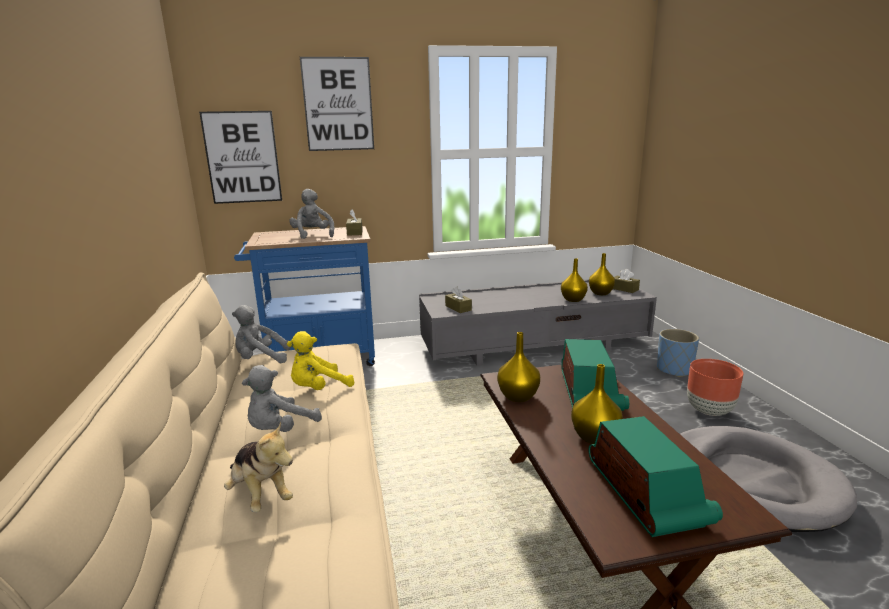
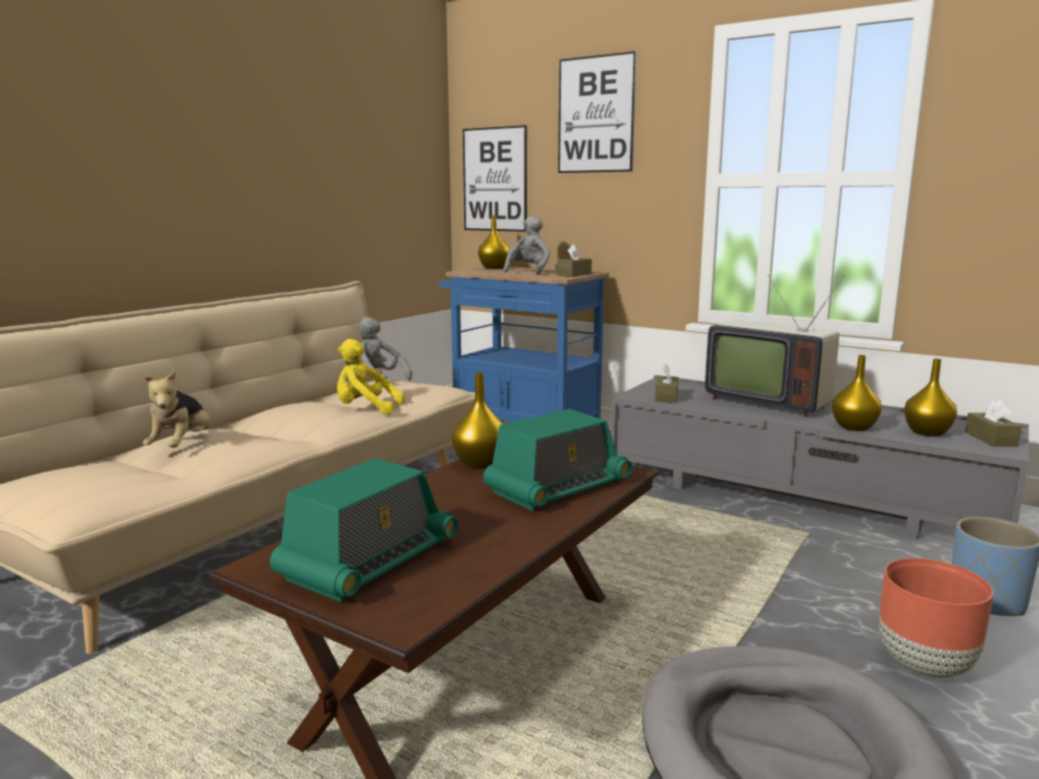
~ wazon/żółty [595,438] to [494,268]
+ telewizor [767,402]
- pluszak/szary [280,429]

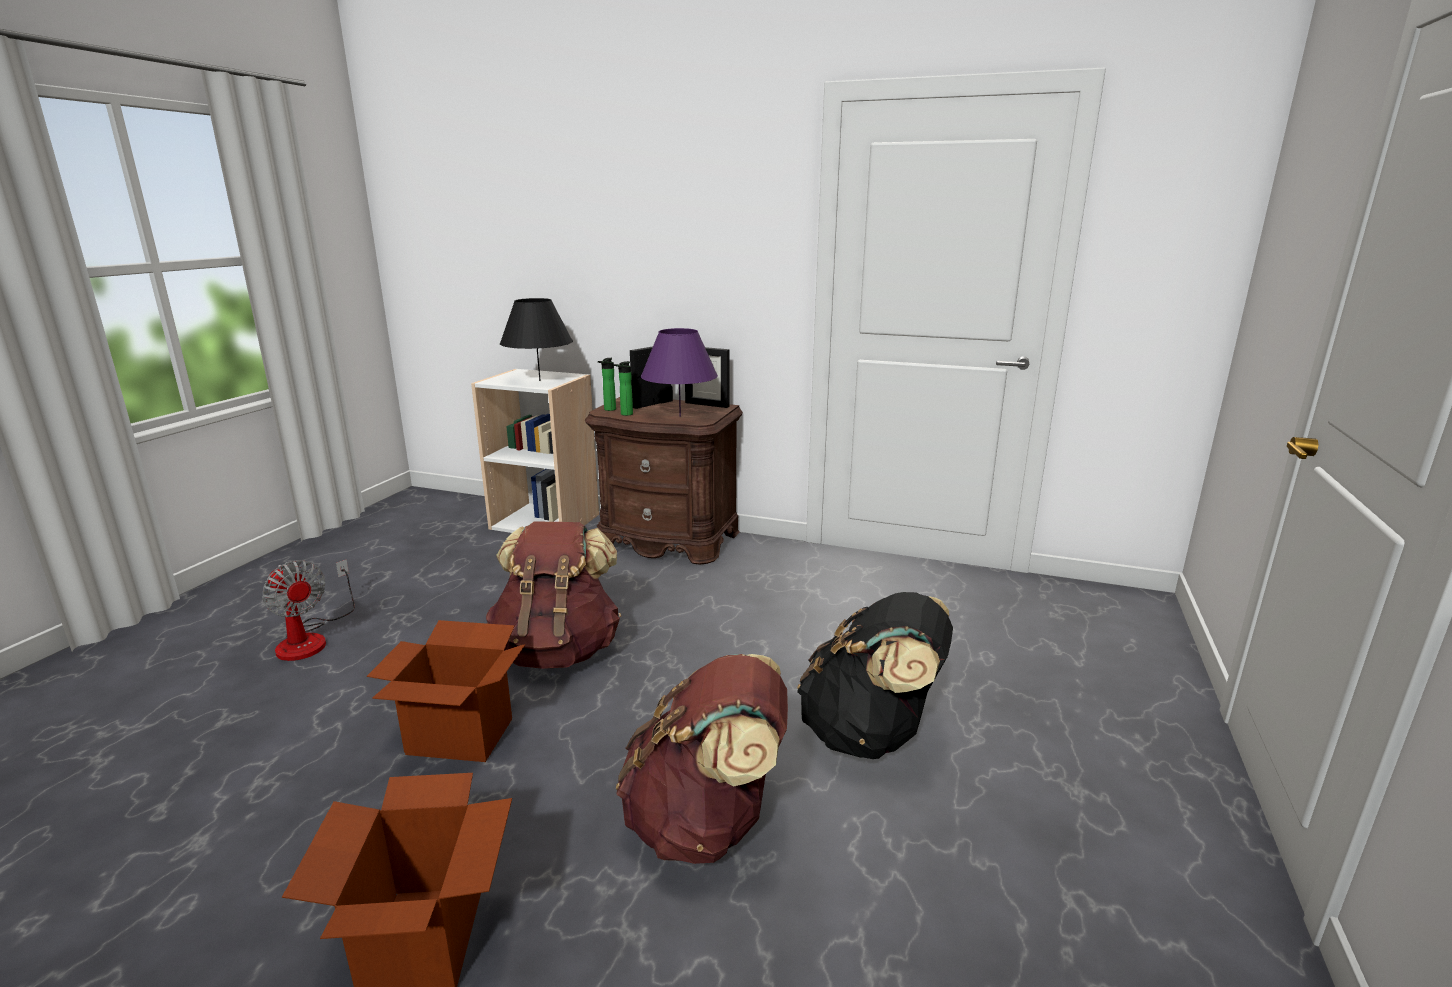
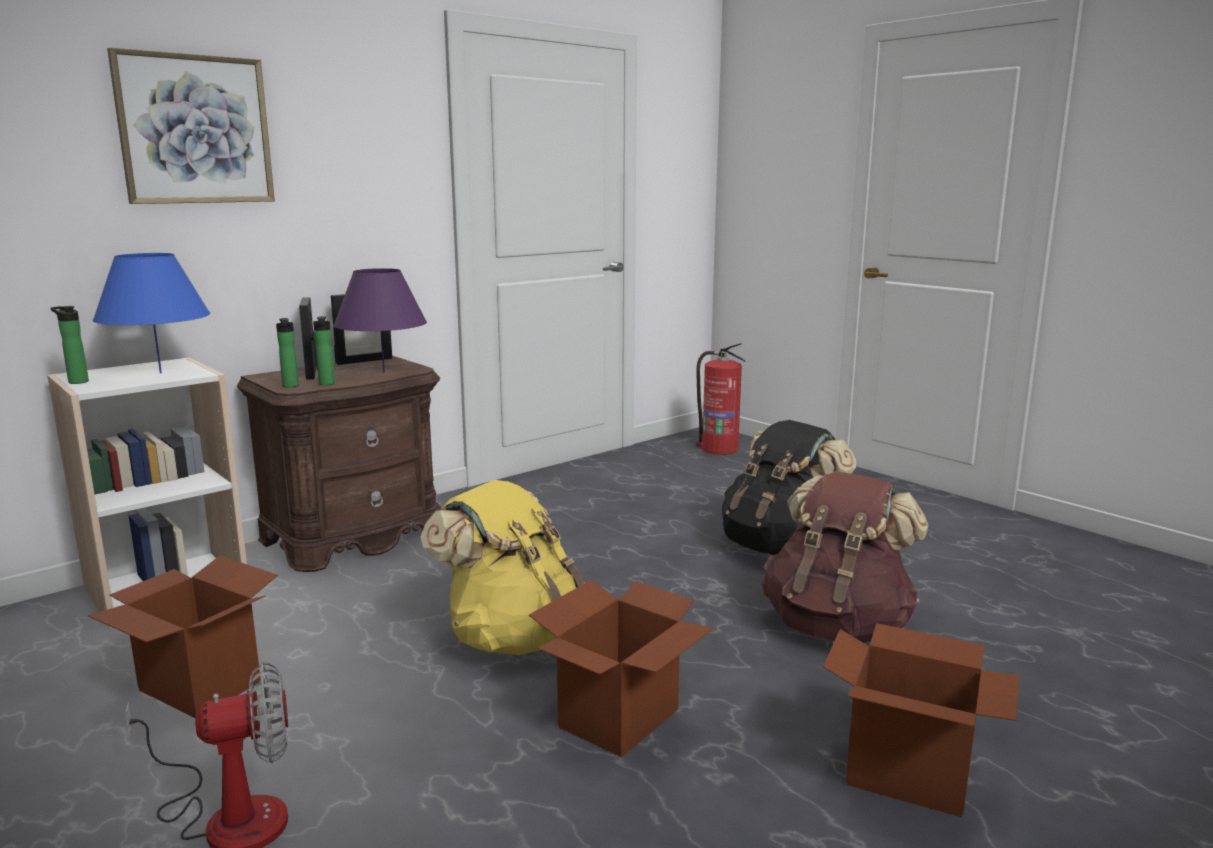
+ butelka [76,382]
+ karton [199,686]
~ lampa stołowa/czarny [540,380] to lampa stołowa/niebieski [160,373]
+ obraz [195,130]
~ plecak/brązowy [558,651] to plecak/żółty [513,637]
+ gaśnica [718,448]

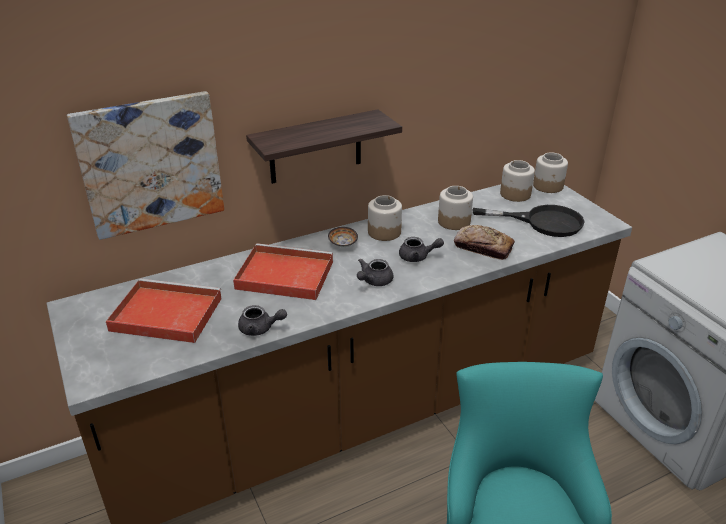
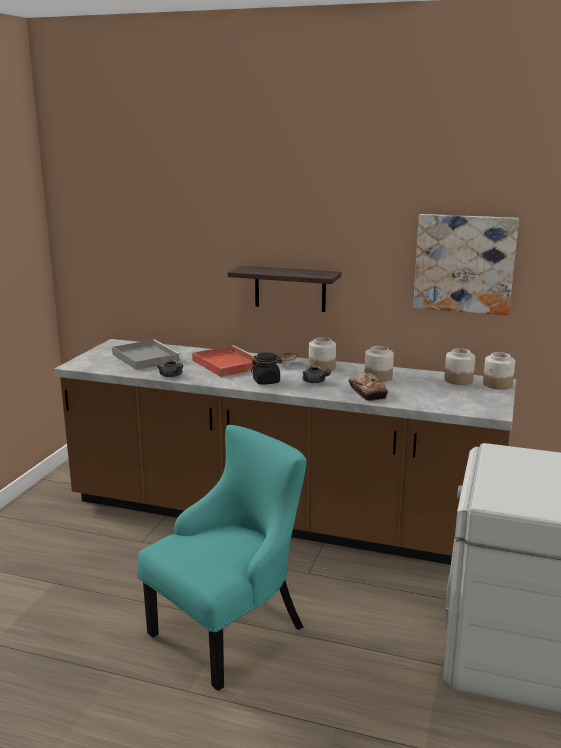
~ taca/czerwony [164,314] to taca/szary [144,357]
~ imbryk/szary [374,281] to słoik/czarny [266,381]
~ obraz [150,164] to [464,263]
- patelnia/czarny [542,222]

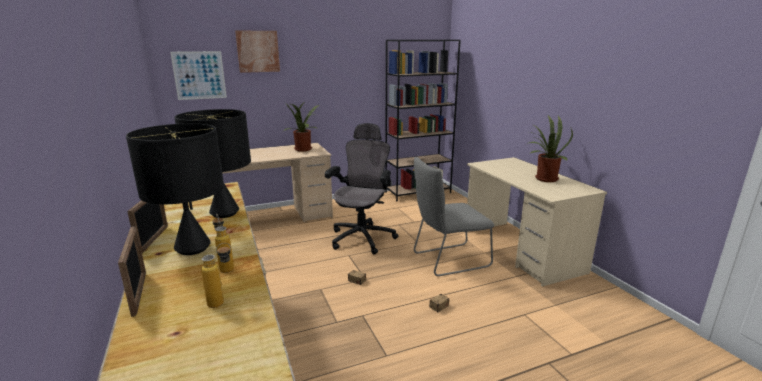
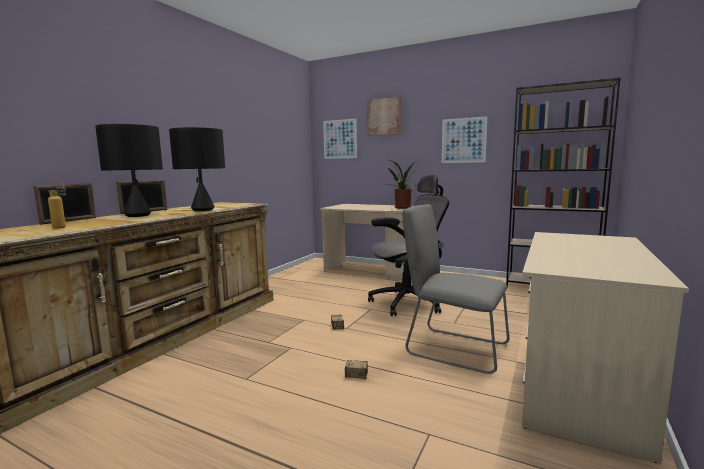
+ obraz [463,140]
- butelka [225,267]
- roślina doniczkowa [543,179]

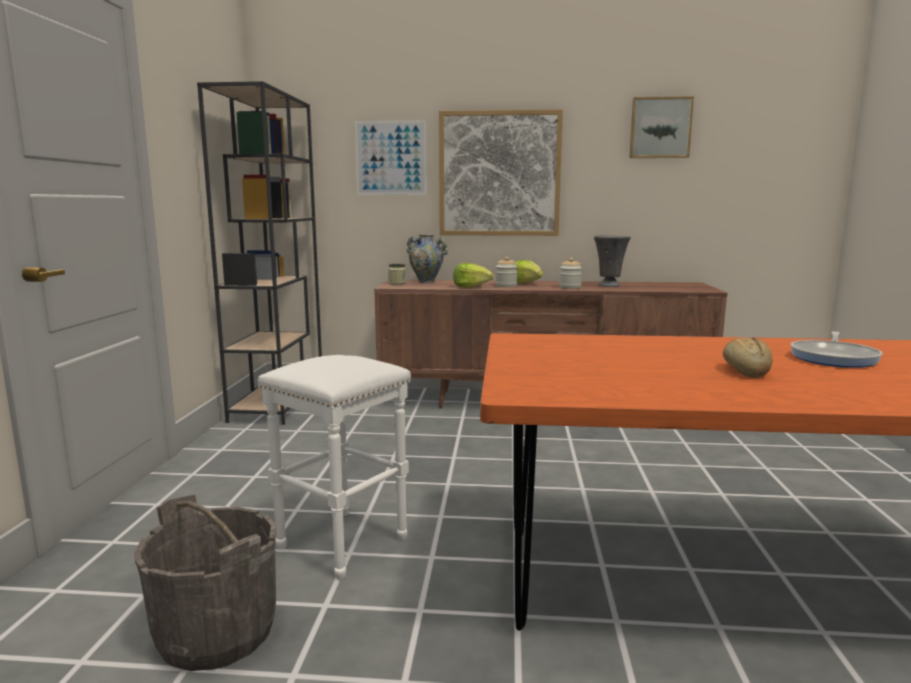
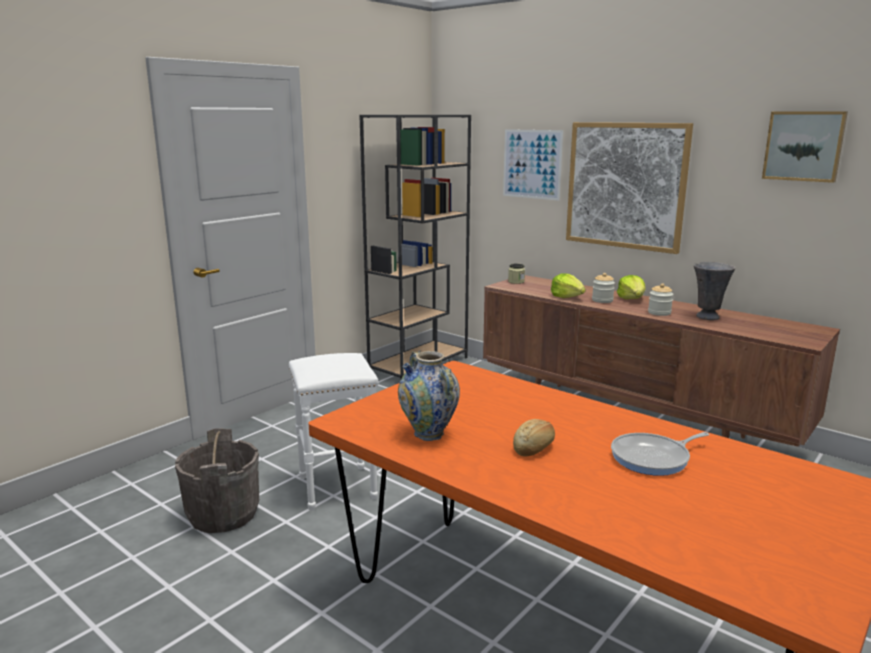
~ wazon [426,281] to [429,434]

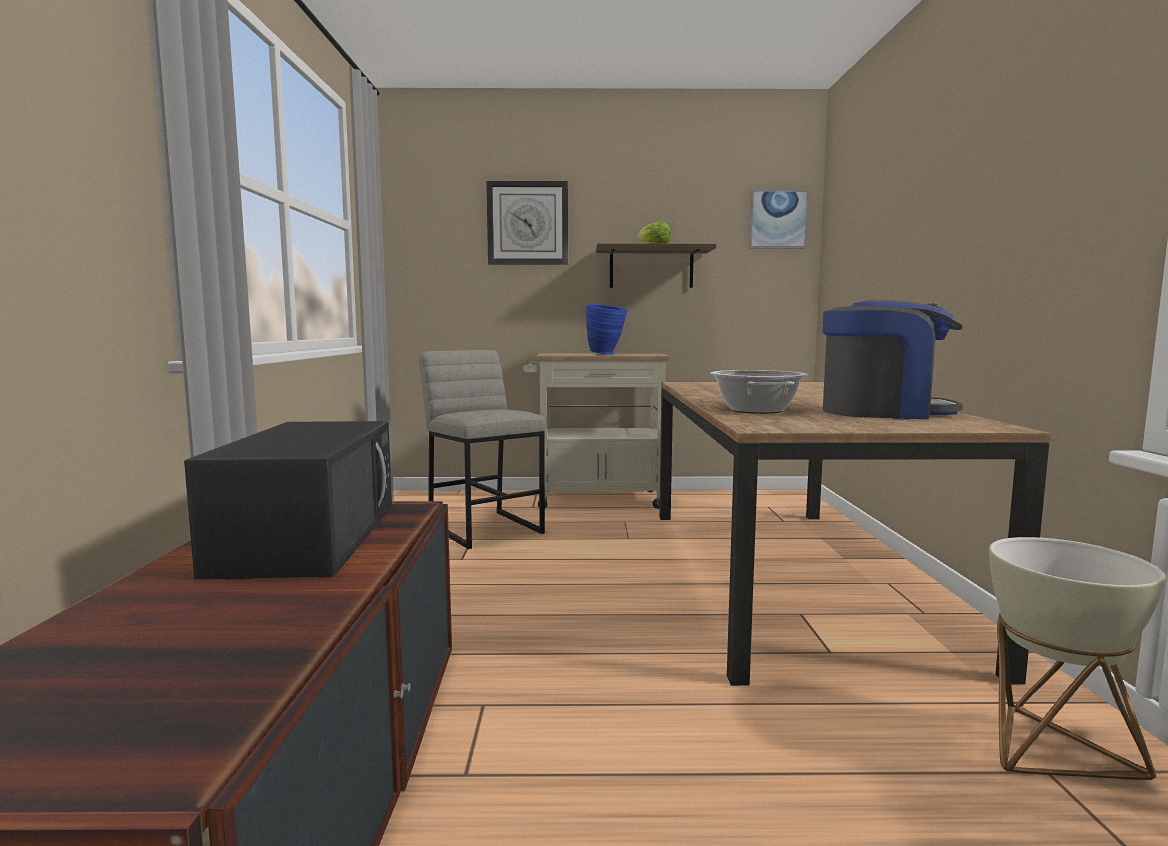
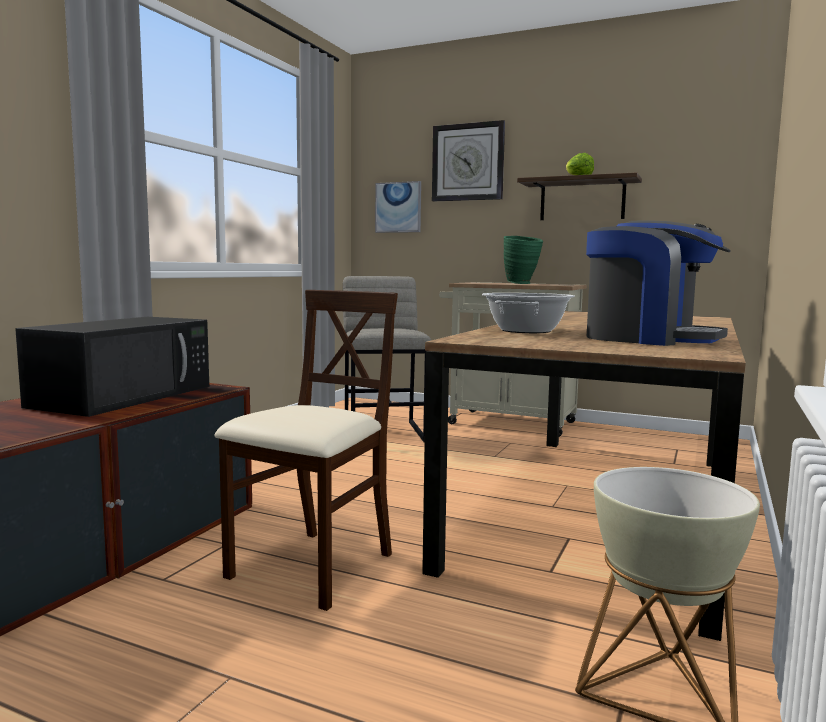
+ krzesło/beżowy [313,567]
~ obraz [777,219] to [398,207]
~ wazon/niebieski [606,354] to wazon/zielony [522,283]

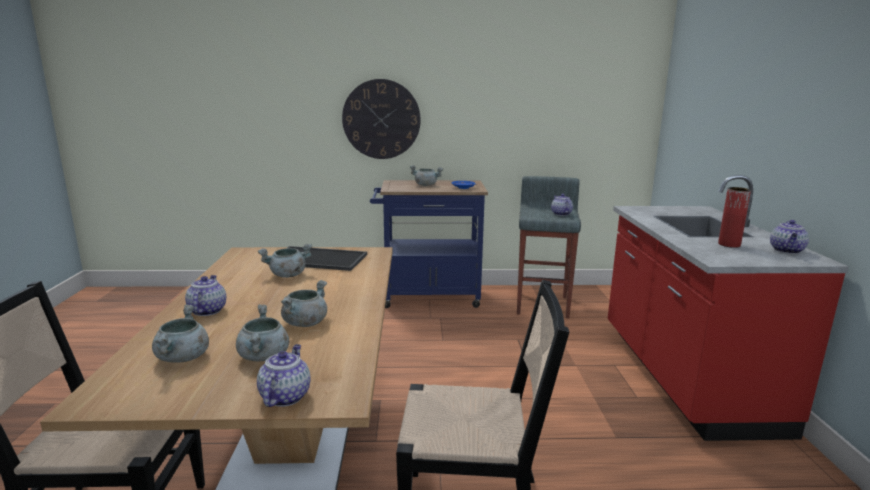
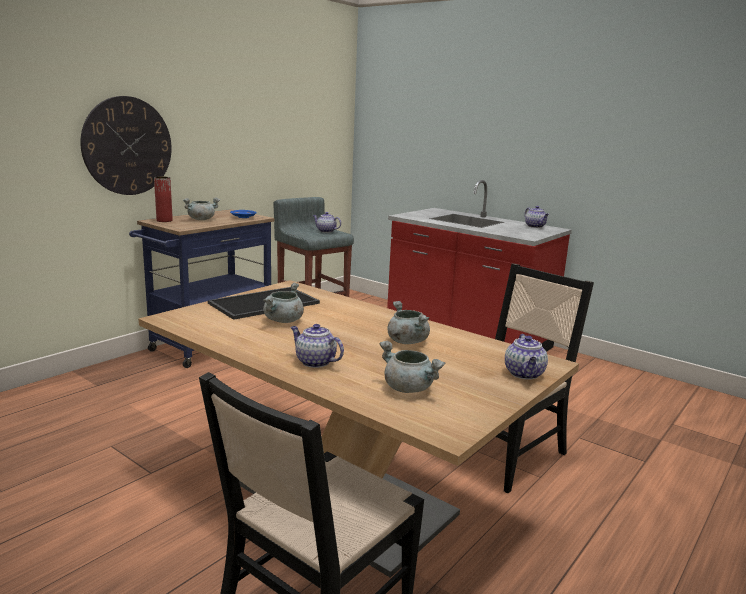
~ wazon/czerwony [729,244] to [164,220]
~ imbryk [285,396] = [524,374] 135 degrees counterclockwise
- garnek/szary [264,357]

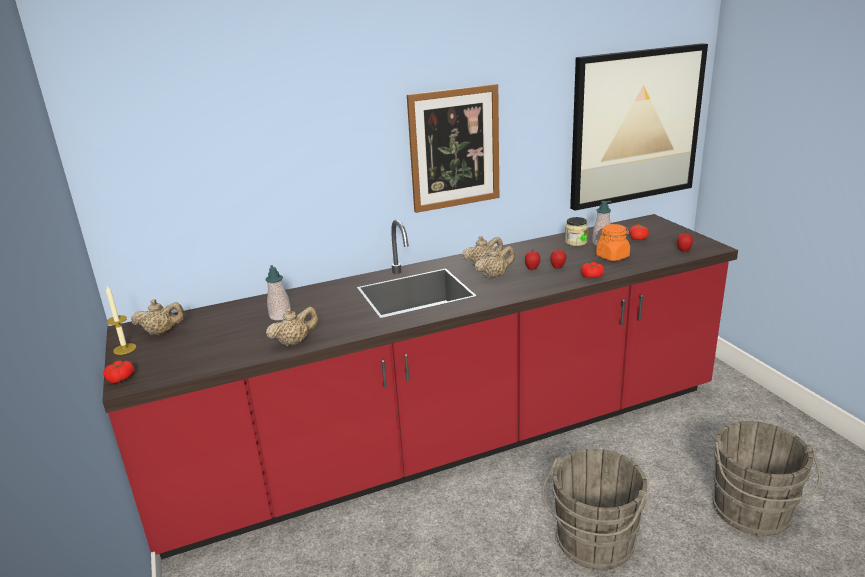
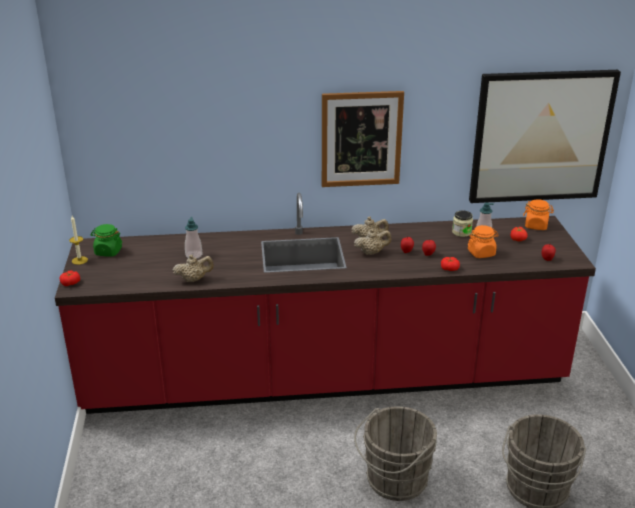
~ imbryk/beżowy [162,332] to słoik/zielony [108,252]
+ słoik/pomarańczowy [536,226]

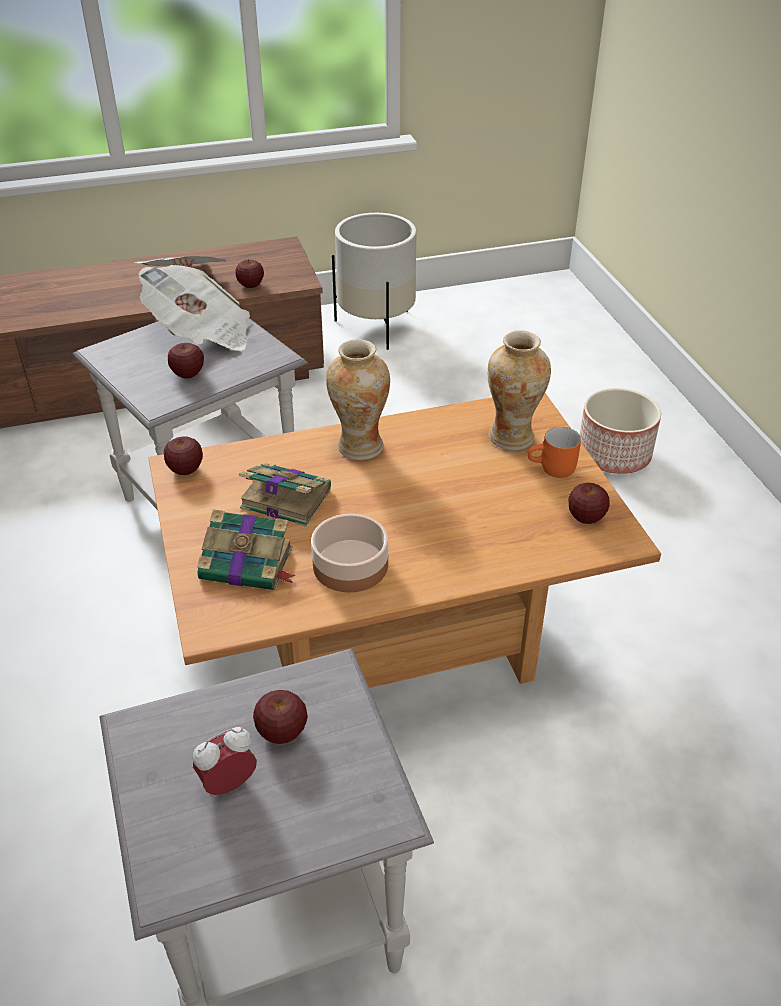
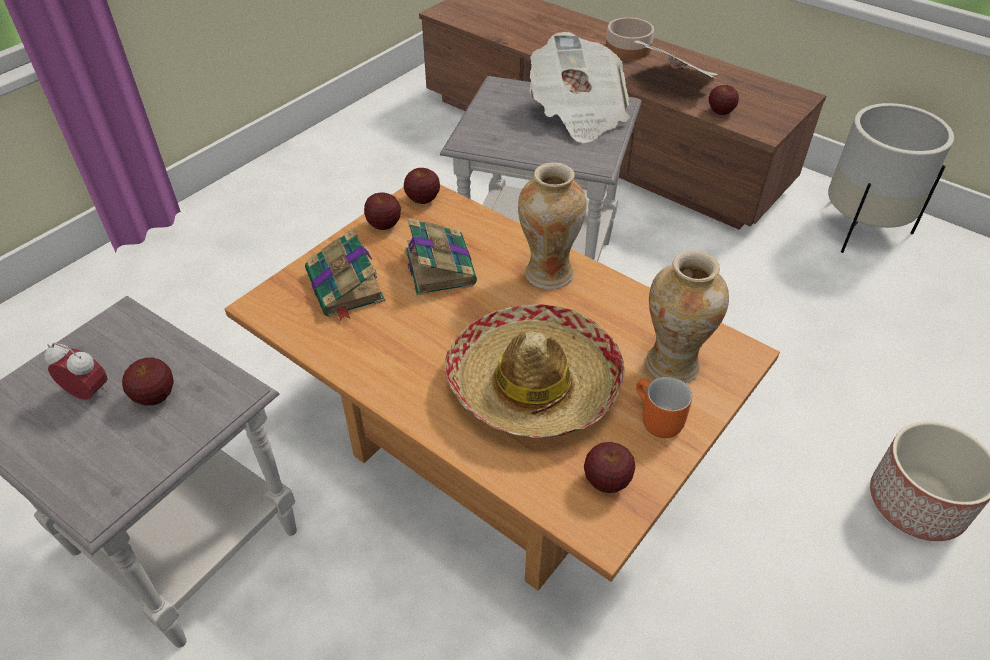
~ jabłko [188,374] to [384,225]
+ kapelusz [534,384]
~ miska [351,565] to [628,49]

